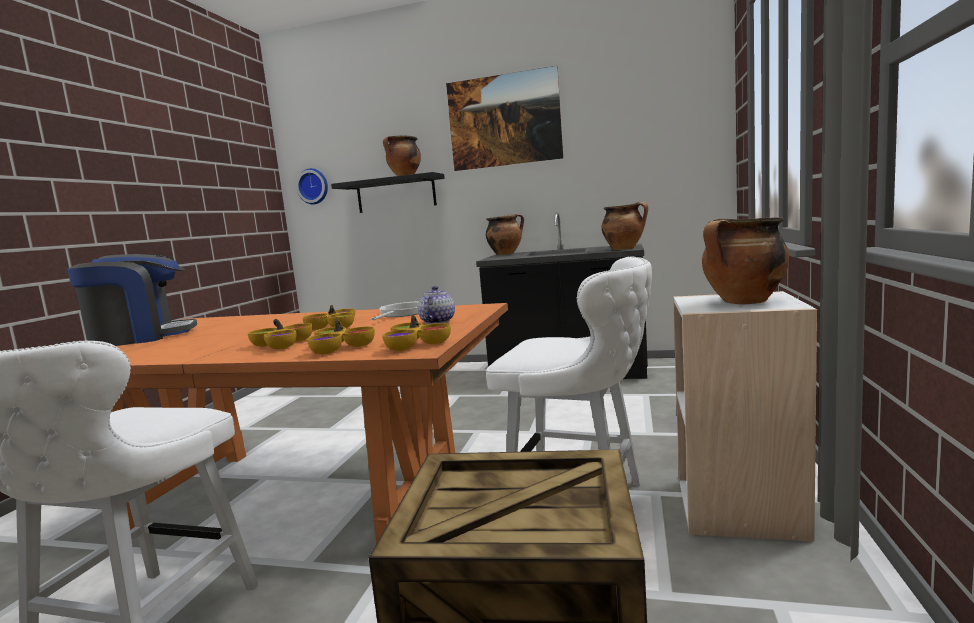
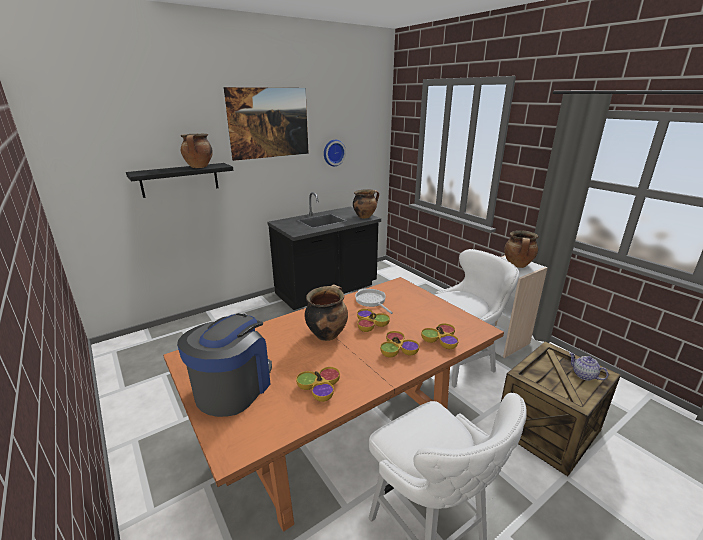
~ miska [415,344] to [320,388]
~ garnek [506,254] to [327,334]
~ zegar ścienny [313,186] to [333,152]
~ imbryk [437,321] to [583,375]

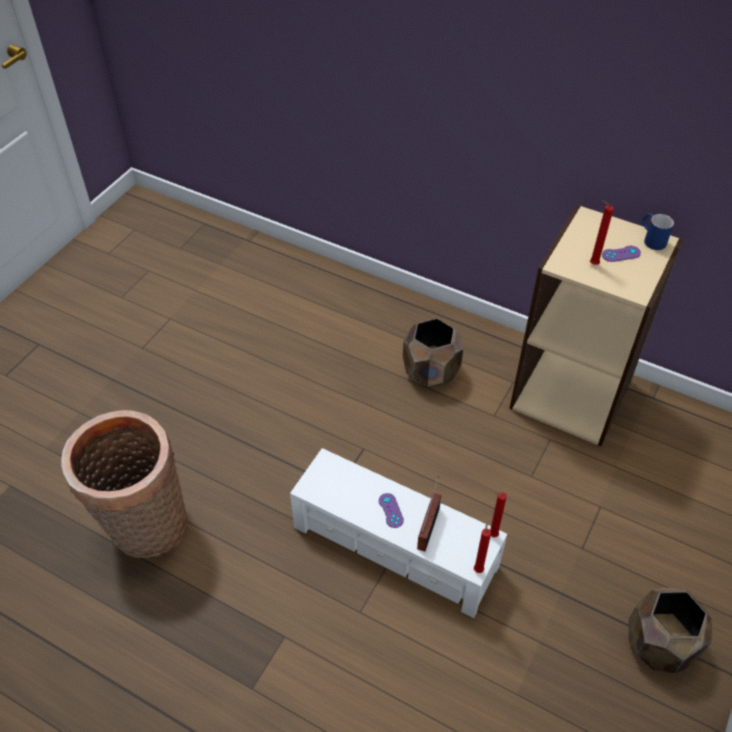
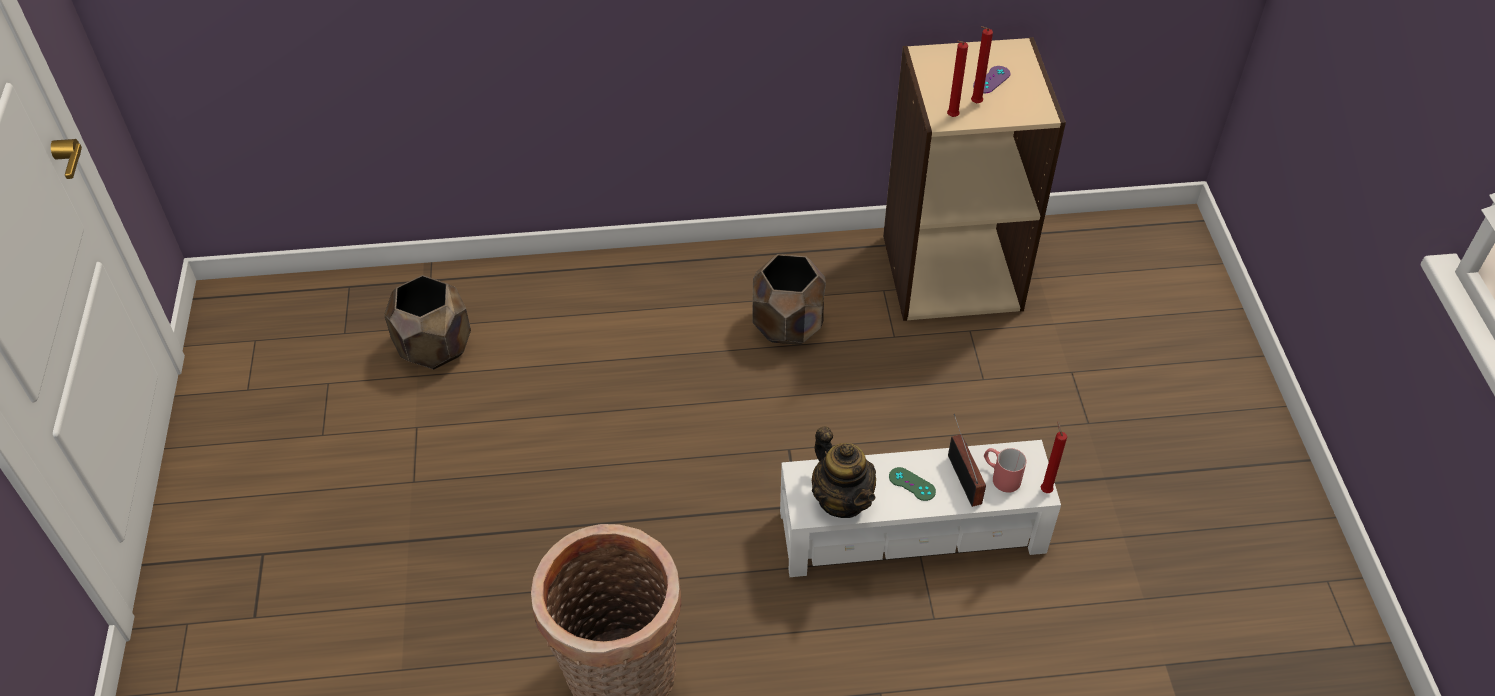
~ donica/brązowy [658,645] to [433,348]
+ imbryk [842,499]
~ pad do gier/fioletowy [391,510] to pad do gier/zielony [912,484]
~ świeca/czerwony [491,535] to [951,117]
+ kubek/czerwony [1000,476]
- kubek/niebieski [651,239]

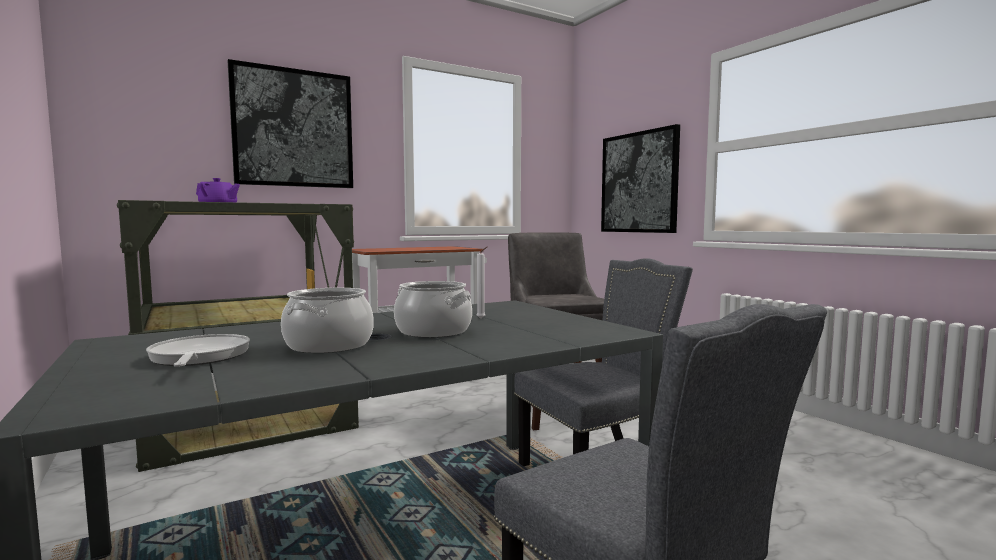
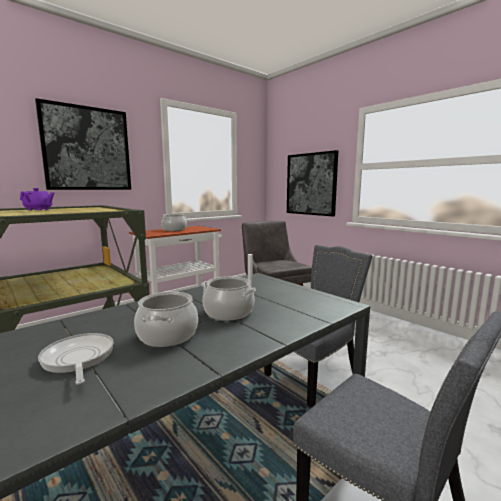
+ garnek [174,230]

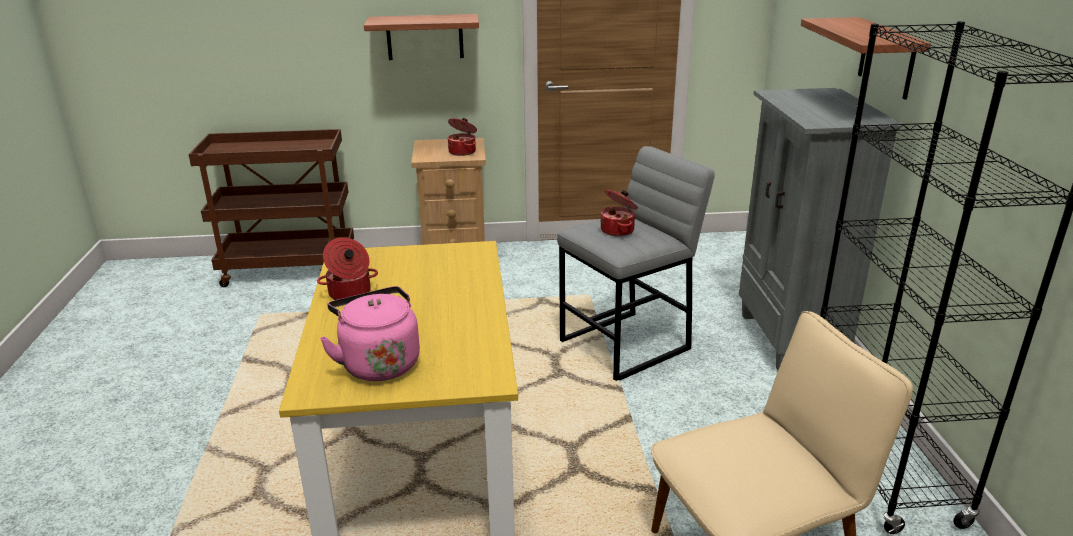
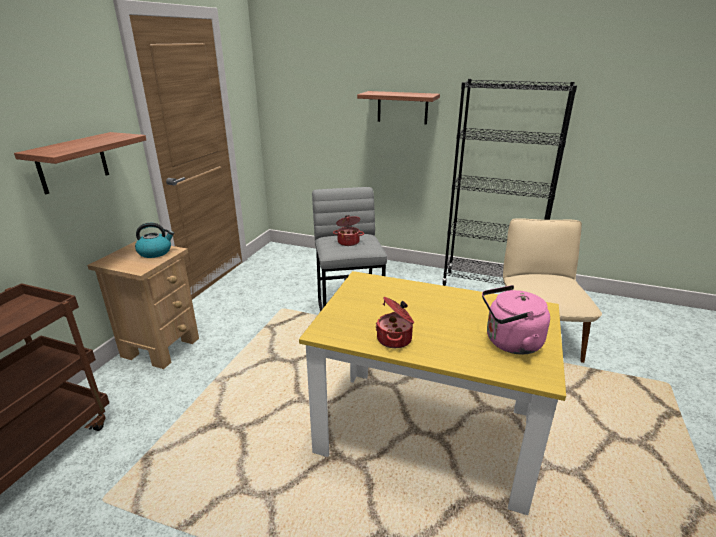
~ garnek [463,152] to czajnik [155,252]
- szafka/szary [787,341]

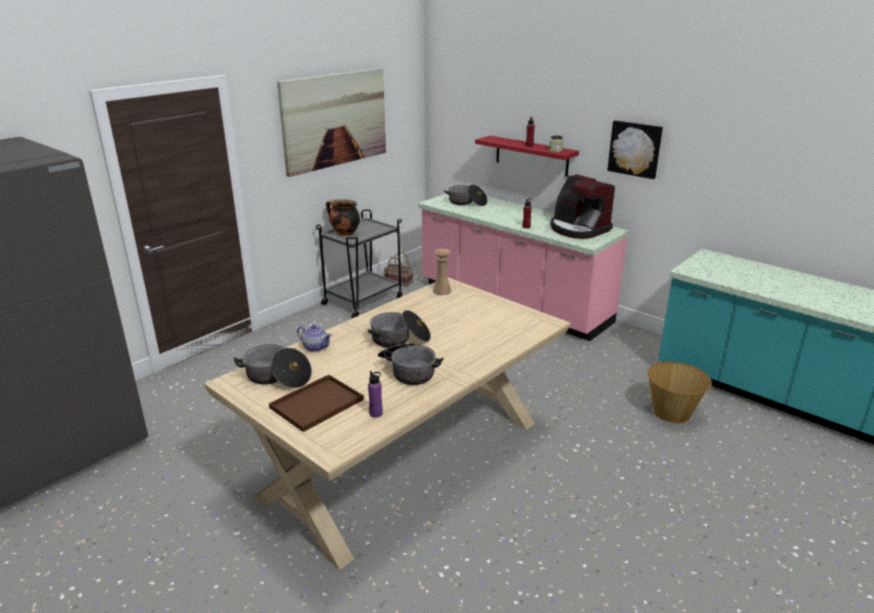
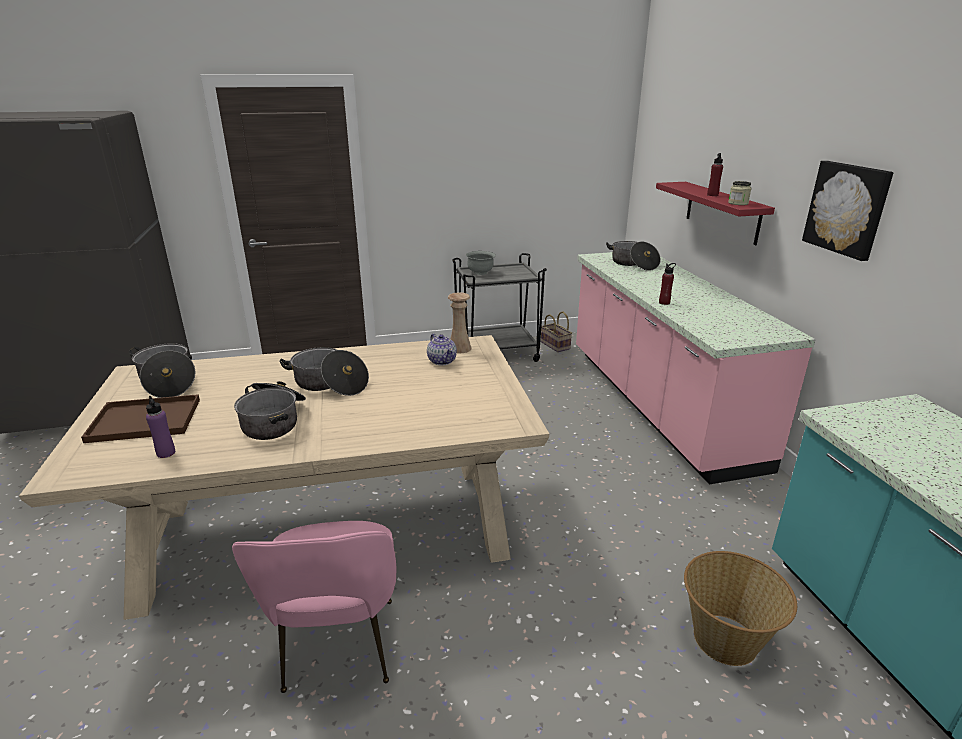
+ krzesło/różowy [338,654]
~ imbryk [315,347] to [442,361]
~ garnek [344,233] to miska/szary [480,273]
- obraz [335,120]
- ekspres do kawy [578,229]

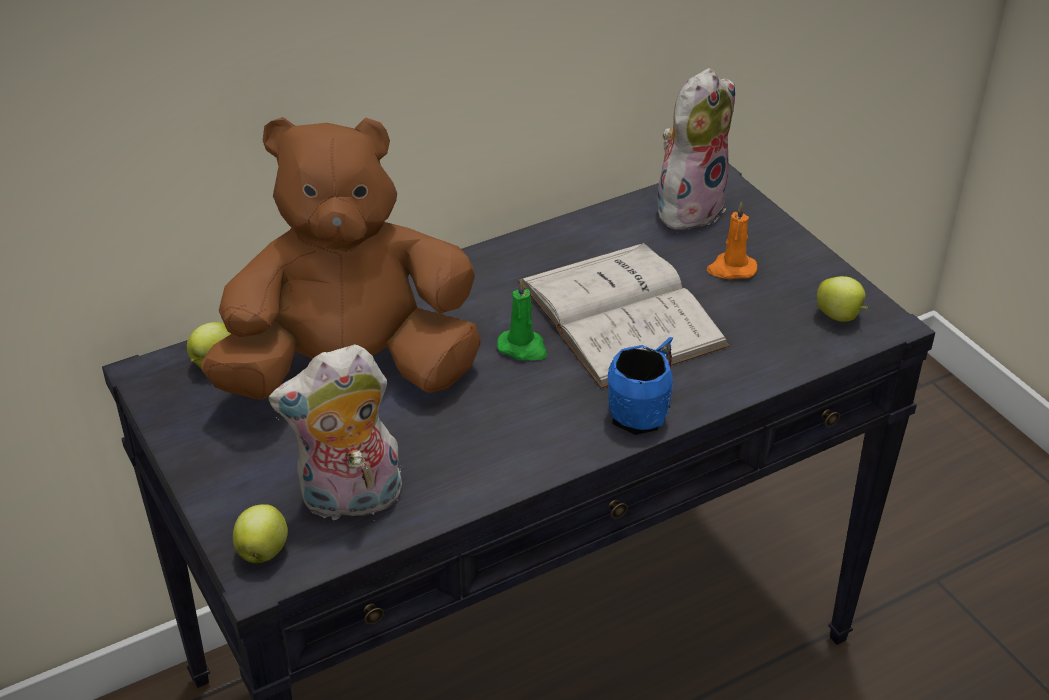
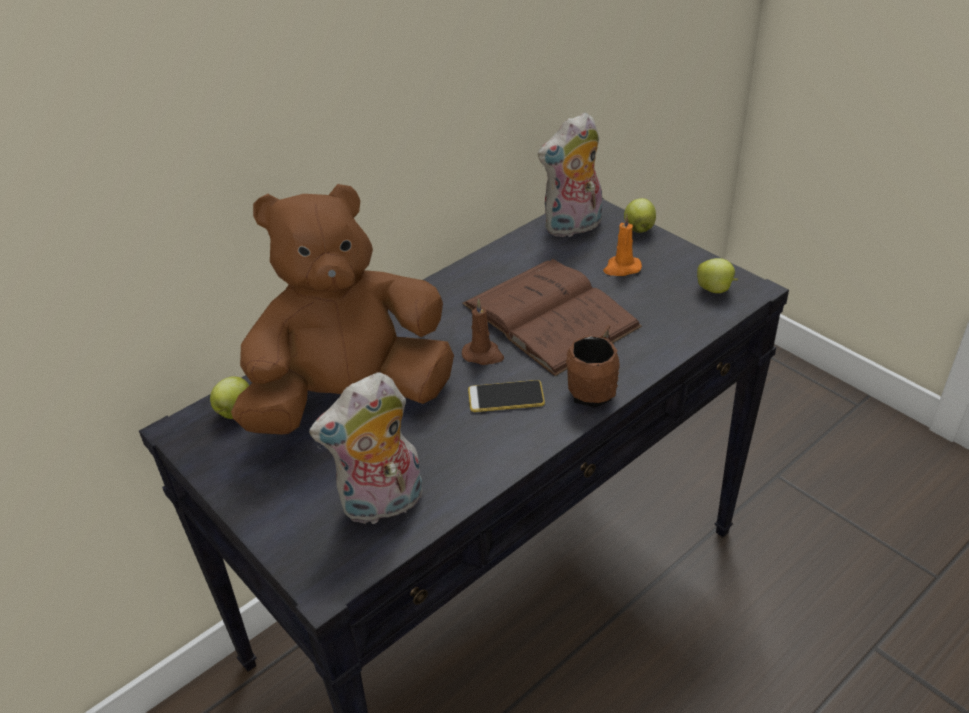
~ książka/biały [620,313] to książka/brązowy [550,315]
~ świeca/zielony [523,348] to świeca/brązowy [483,355]
+ telefon [506,397]
~ pluszak [689,206] = [573,227] 150 degrees counterclockwise
~ kubek/niebieski [643,411] to kubek/brązowy [594,388]
~ jabłko [263,551] to [639,229]

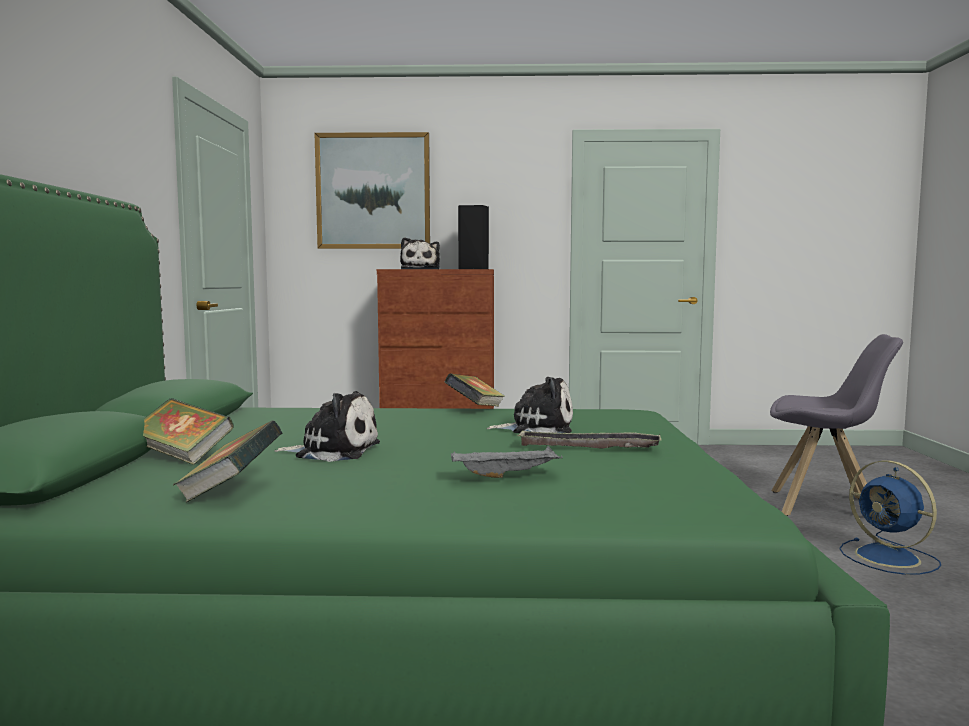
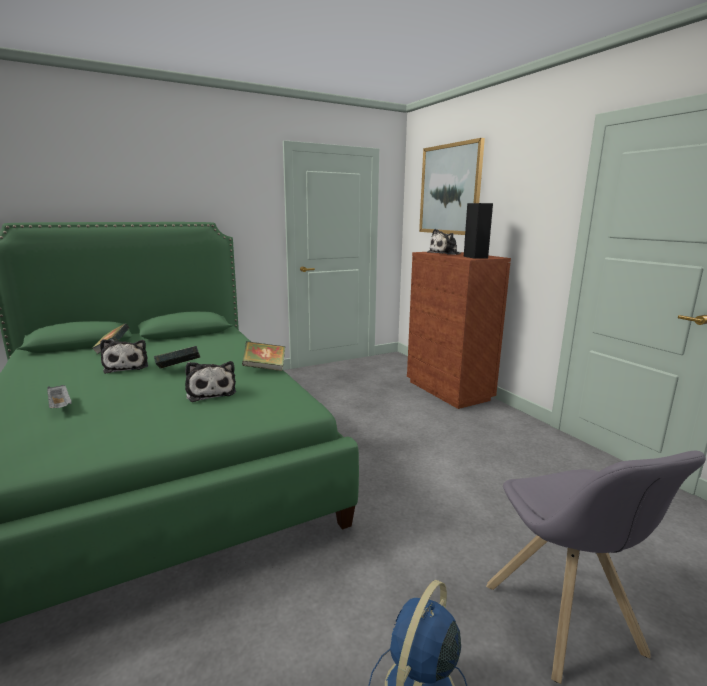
~ książka [231,490] to [179,369]
- taca [588,447]

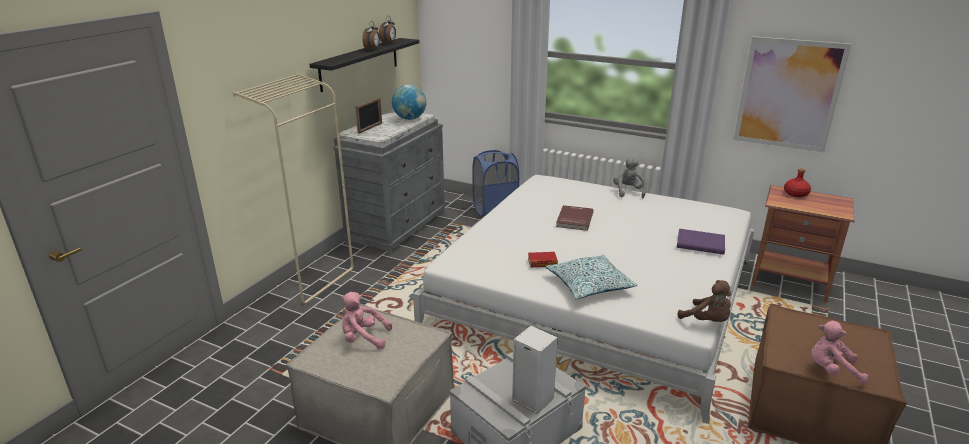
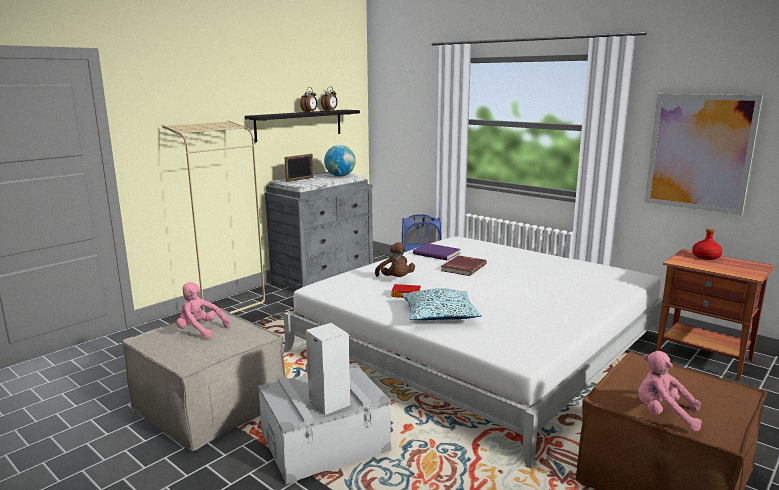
~ pluszak/brązowy [707,321] to [396,279]
~ książka/fioletowy [700,243] to [437,253]
- pluszak/szary [628,192]

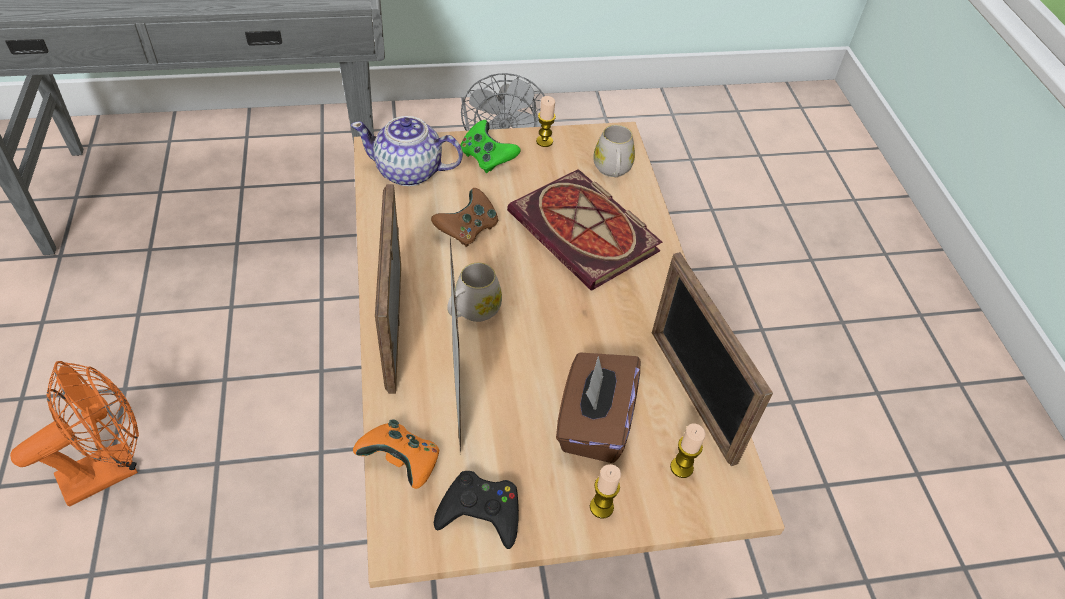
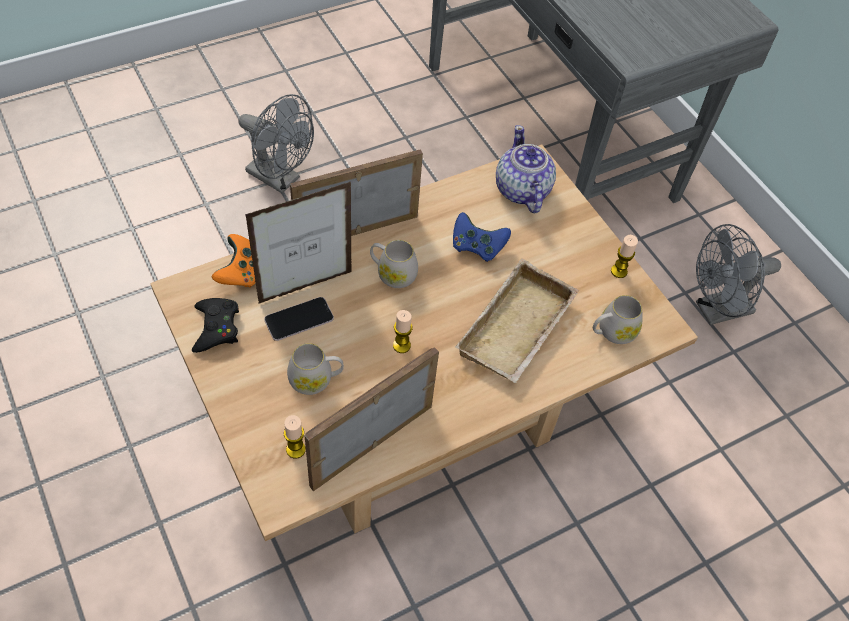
~ wentylator/pomarańczowy [110,468] to wentylator/szary [280,179]
+ telefon [299,319]
~ pudełko chusteczek/brązowy [593,423] to kubek/biały [316,379]
~ świeca [601,507] to [401,345]
~ pad do gier/brązowy [467,230] to pad do gier/niebieski [477,247]
~ książka [587,233] to taca/beżowy [518,331]
- pad do gier/zielony [487,158]

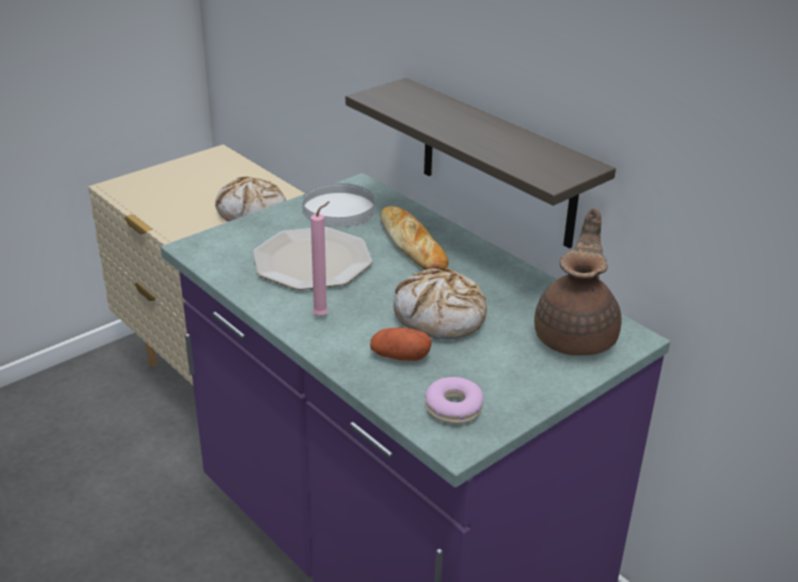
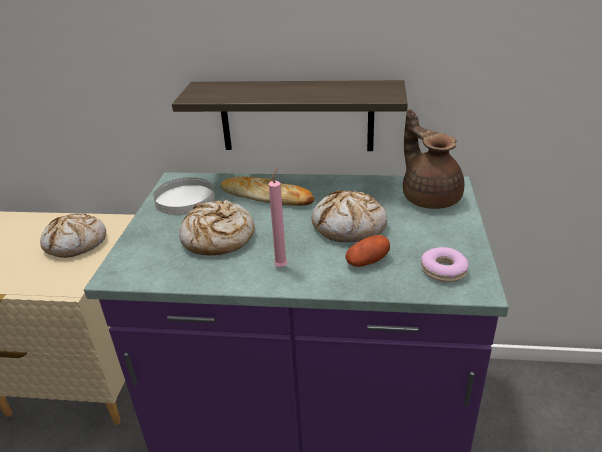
~ talerz [311,261] to chleb [218,238]

